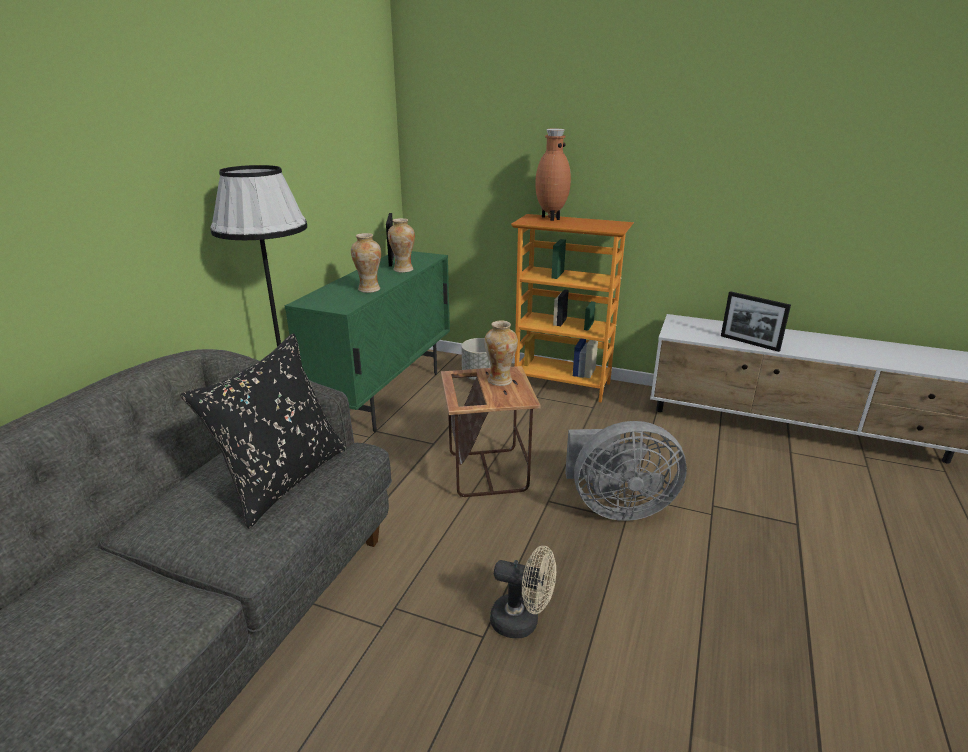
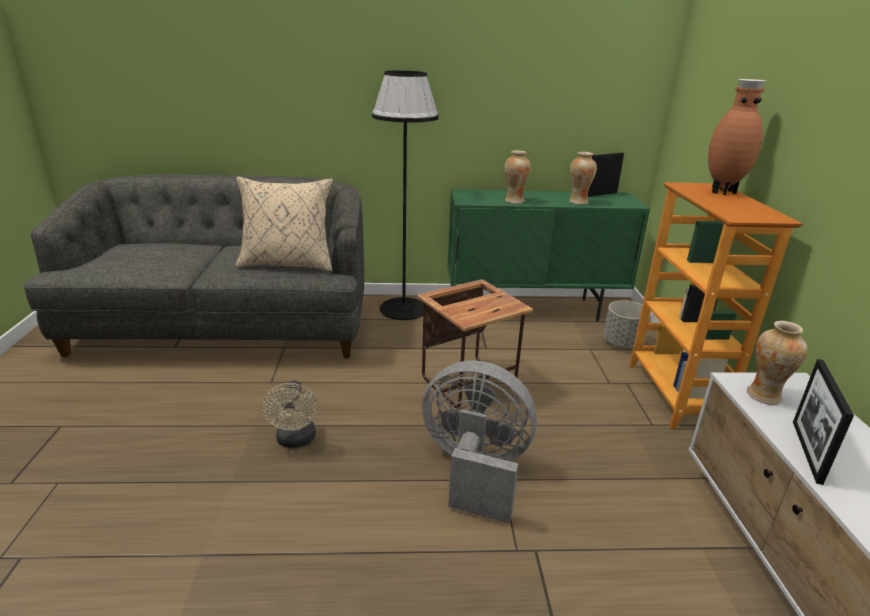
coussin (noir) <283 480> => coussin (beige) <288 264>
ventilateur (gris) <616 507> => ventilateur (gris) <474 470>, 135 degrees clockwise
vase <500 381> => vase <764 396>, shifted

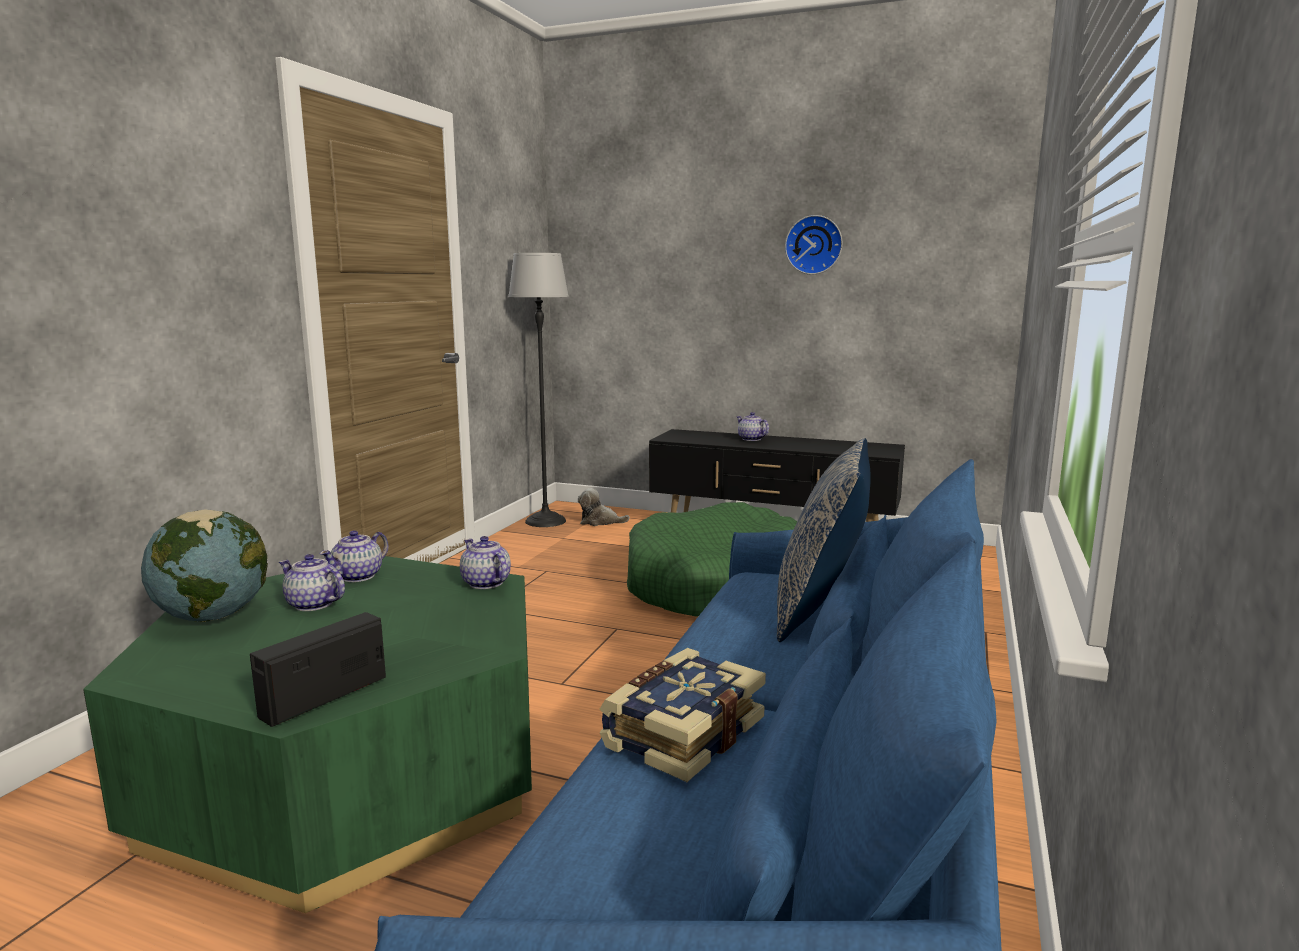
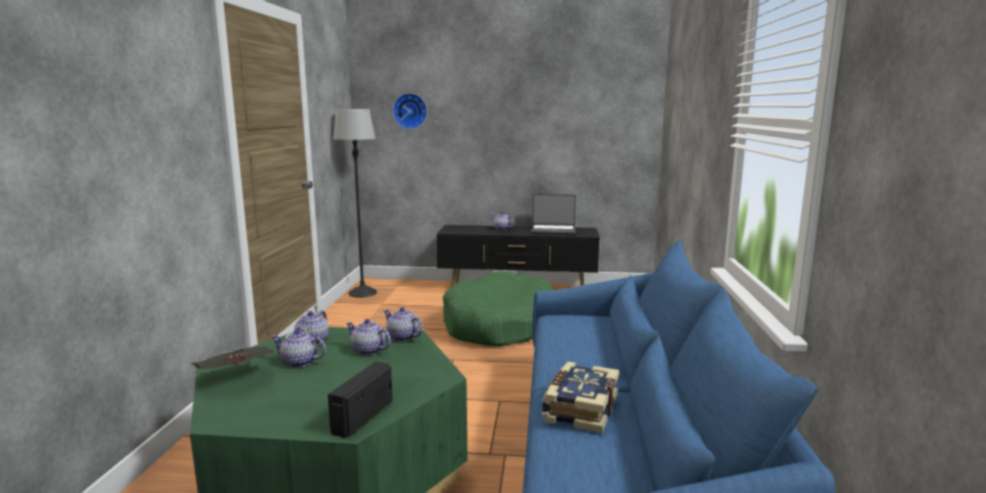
globe <213 616> => journal <235 378>
nothing => théière <368 350>
horloge murale <814 245> => horloge murale <410 111>, shifted
nothing => ordinateur portable <553 231>
peluche <600 522> => nothing
coussin <820 610> => nothing

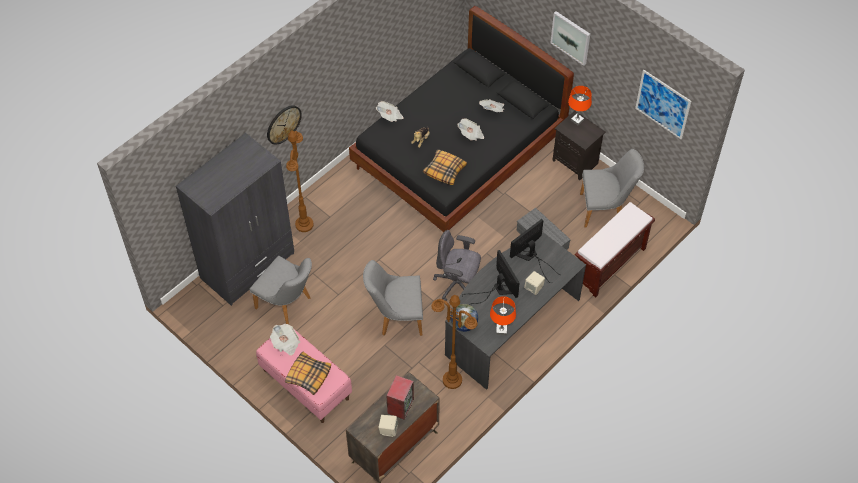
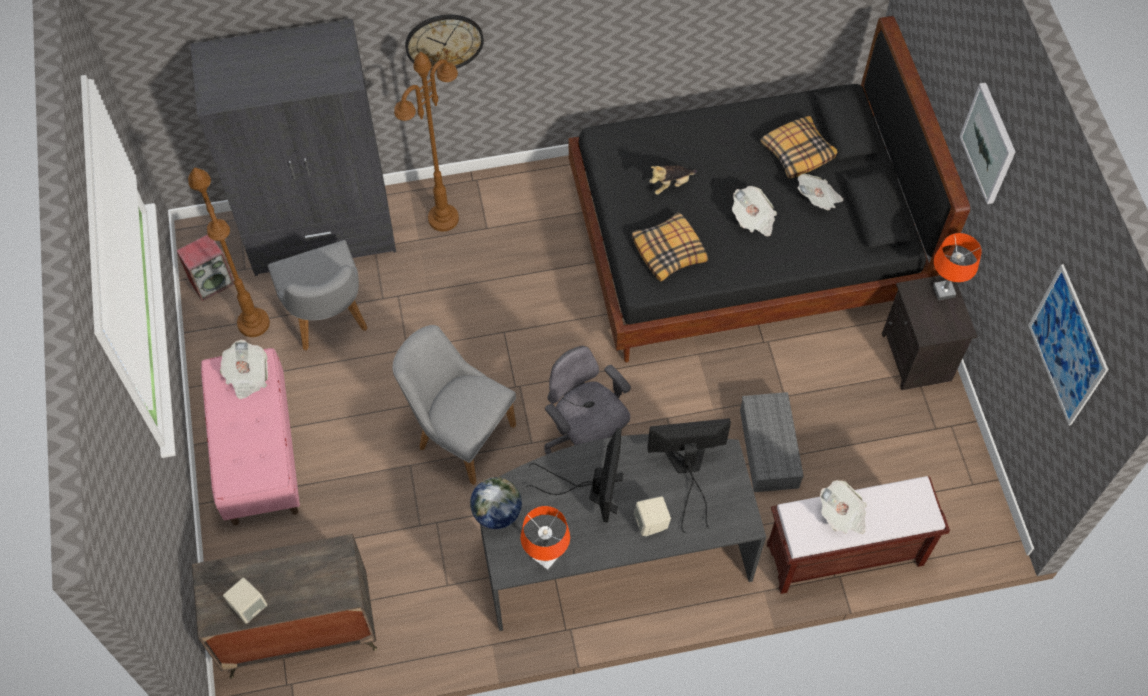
enceinte <400 406> => enceinte <212 282>, shifted
lampadaire (marron) <452 380> => lampadaire (marron) <253 323>, shifted
coussin <308 375> => coussin <797 152>, shifted
journal <390 116> => journal <842 515>, shifted
chaise (gris) <605 209> => nothing

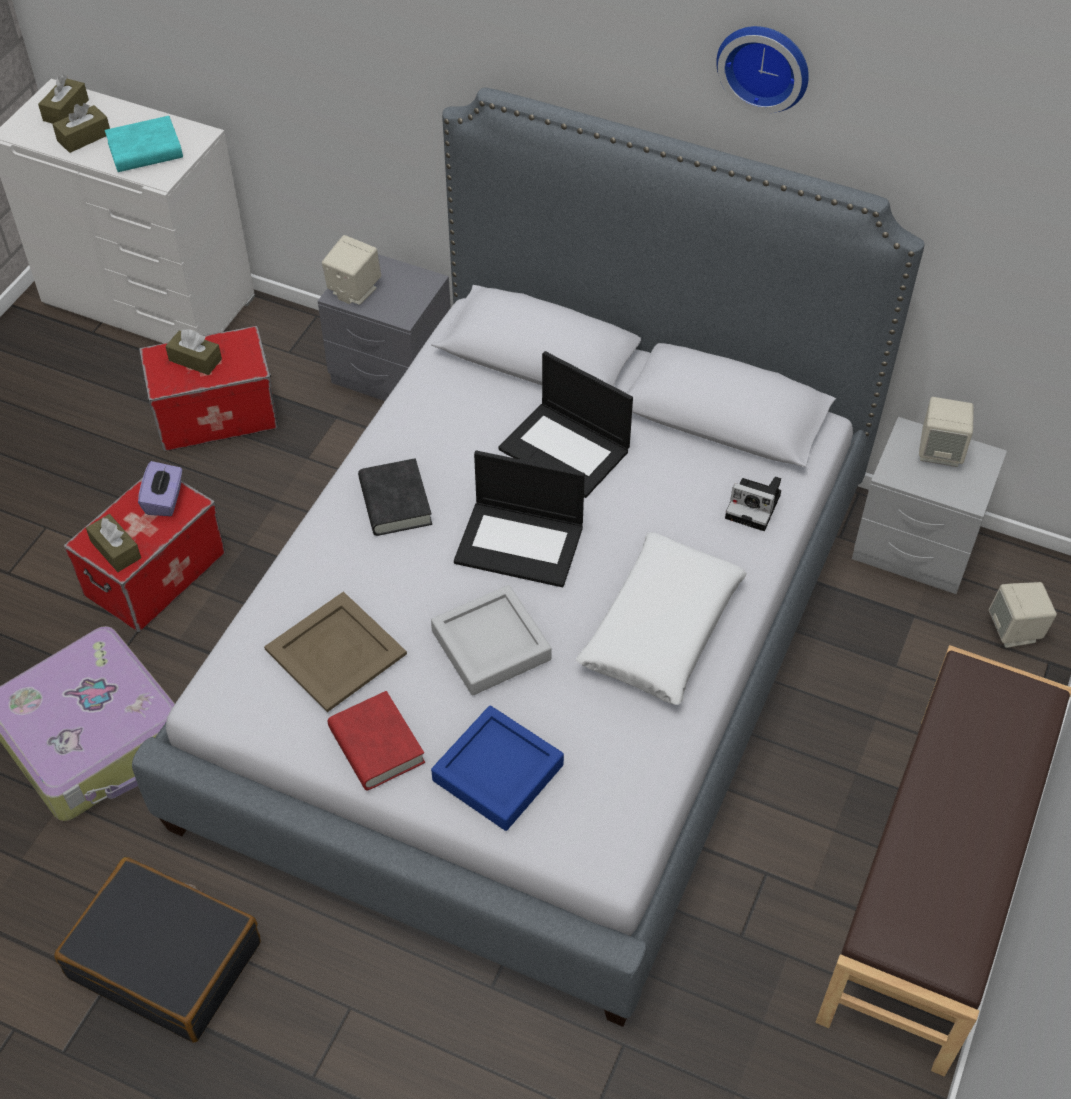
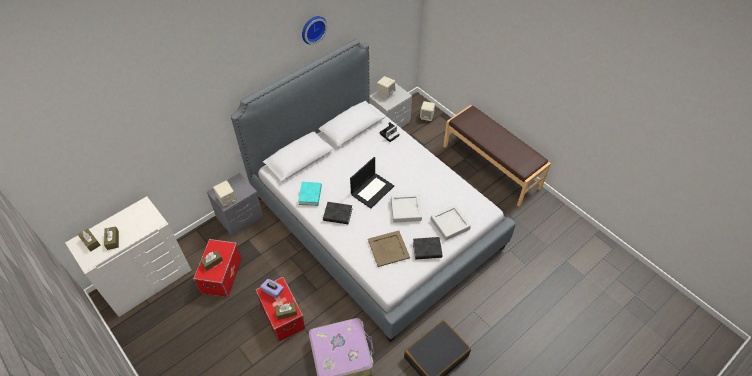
livre (turquoise) <145 151> => livre (turquoise) <310 195>, shifted
livre (rouge) <376 745> => livre (noir) <427 250>
plateau (bleu) <498 773> => plateau (gris) <450 224>
ordinateur portable <566 450> => nothing
coussin (blanc) <661 628> => nothing

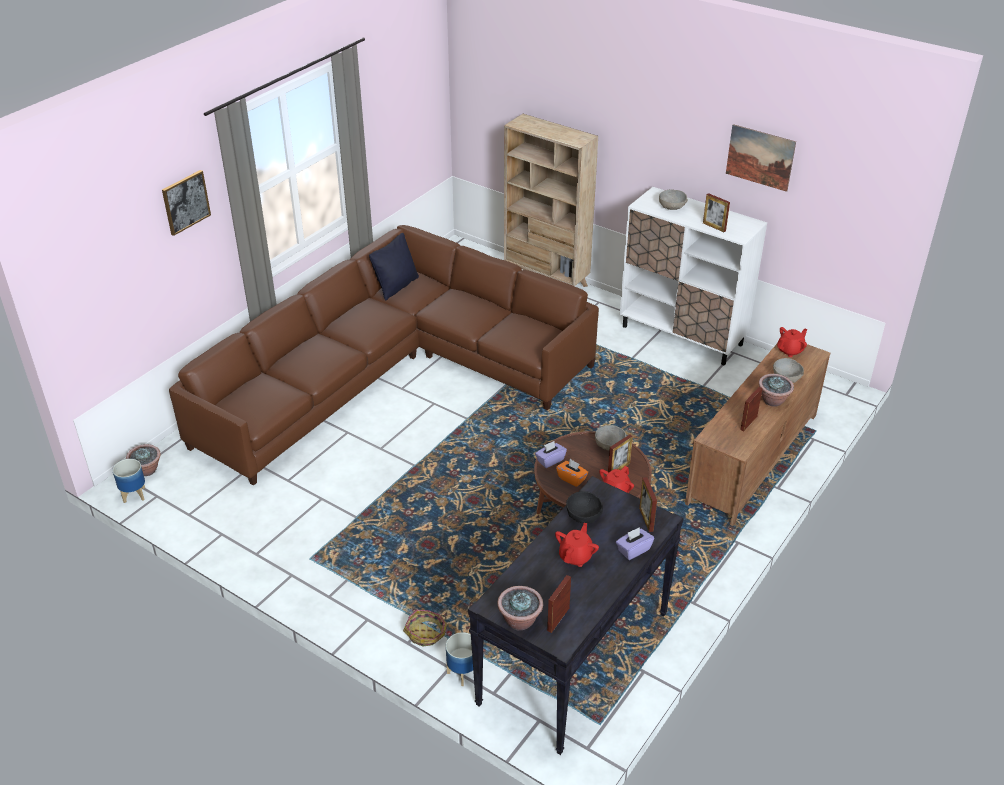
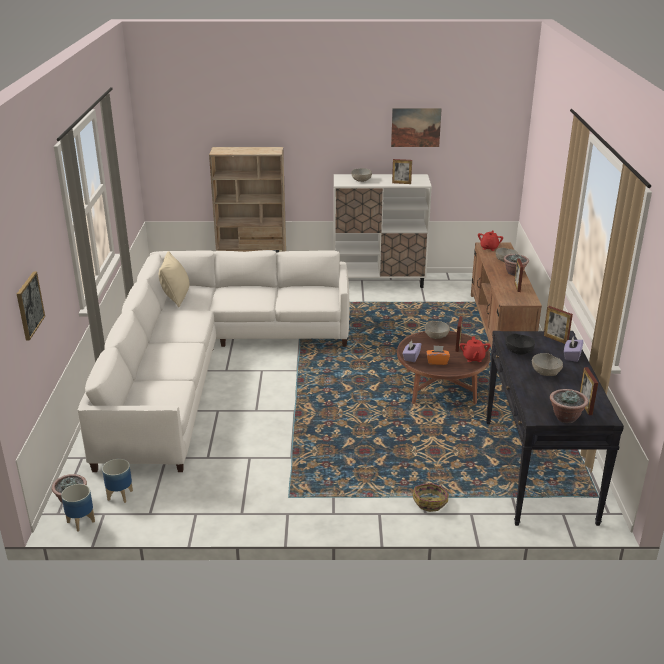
tableau <185 202> => tableau <29 305>, shifted
canapé (marron) <392 372> => canapé (blanc) <207 364>
cache-pot <462 672> => cache-pot <119 495>, shifted
coussin (noir) <396 286> => coussin (beige) <176 297>
théière (rouge) <576 556> => bol (gris) <546 372>

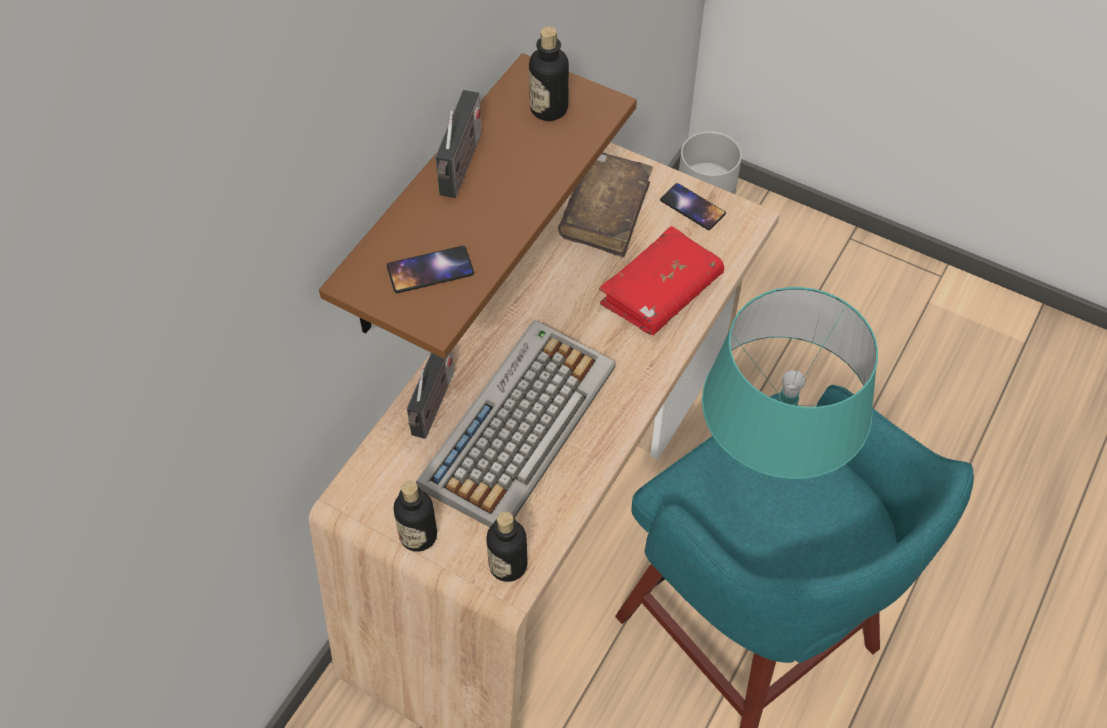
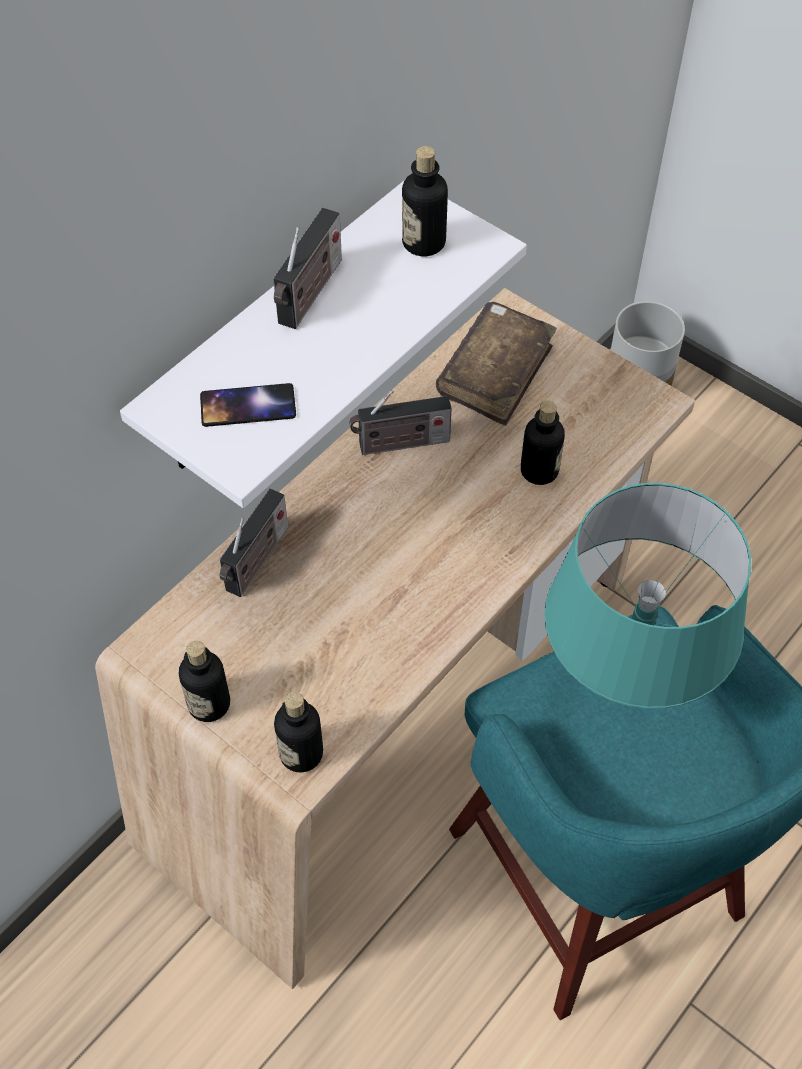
étagère (marron) <431 203> => étagère (blanc) <278 333>
nothing => radio <400 444>
livre (rouge) <660 292> => bouteille <539 471>
clavier <518 423> => nothing
téléphone <692 207> => nothing

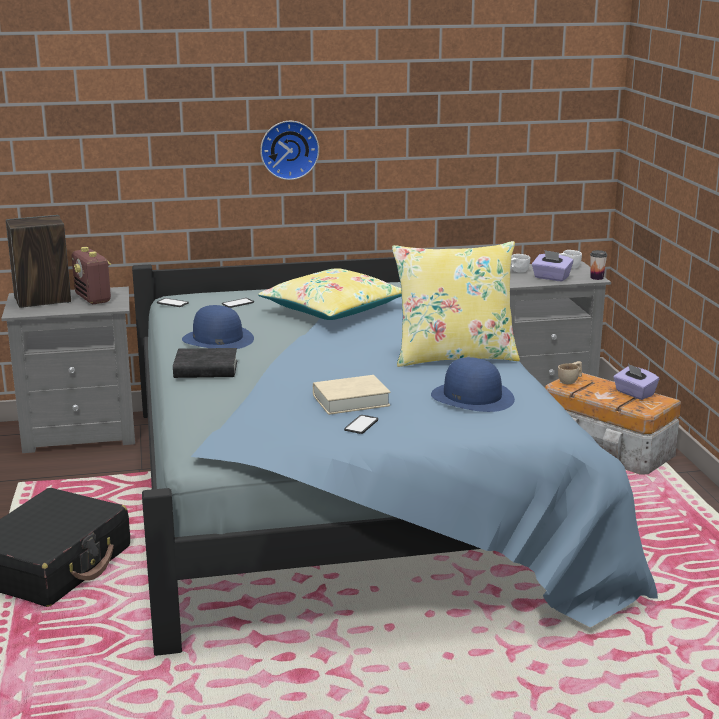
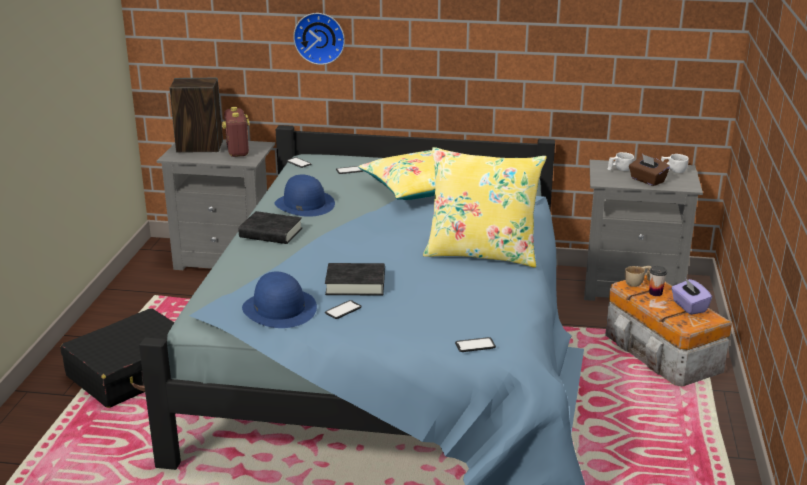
chapeau (bleu) <472 397> => chapeau (bleu) <280 309>, shifted
horloge murale <289 149> => horloge murale <320 37>, shifted
livre (beige) <351 400> => livre (noir) <355 284>
nothing => téléphone <475 345>
boîte à mouchoirs (violet) <551 278> => boîte à mouchoirs (marron) <647 180>
tasse <596 278> => tasse <655 293>, shifted

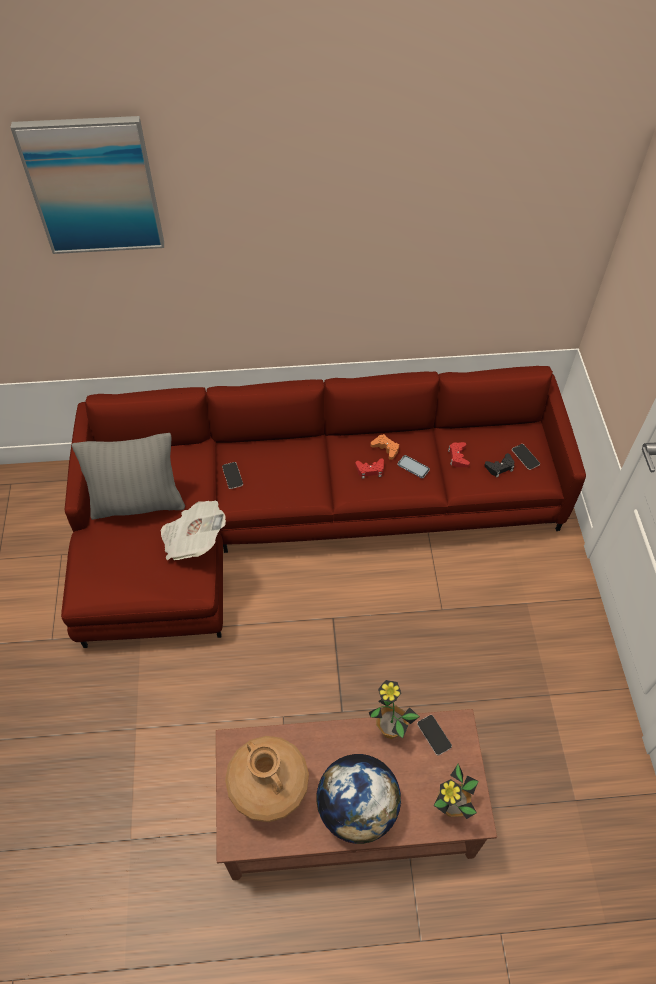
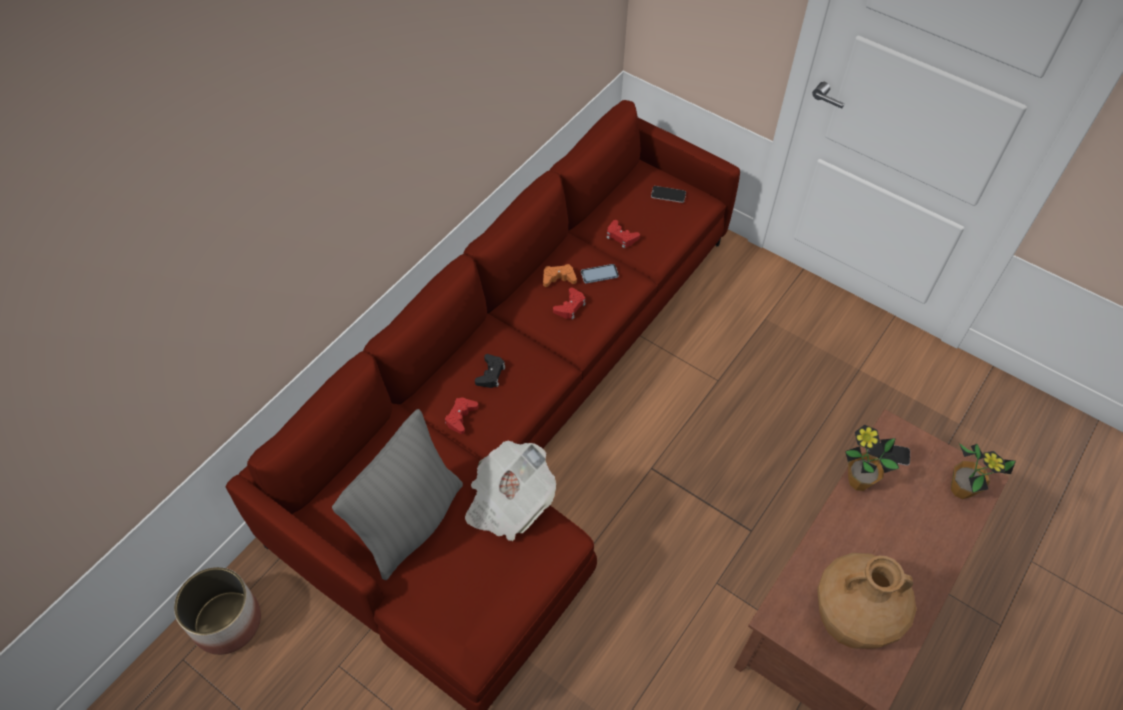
nothing => cache-pot <227 621>
téléphone <232 475> => manette (rouge) <461 417>
manette (noir) <500 467> => manette (noir) <490 374>, shifted
tableau <93 186> => nothing
globe <357 809> => nothing

